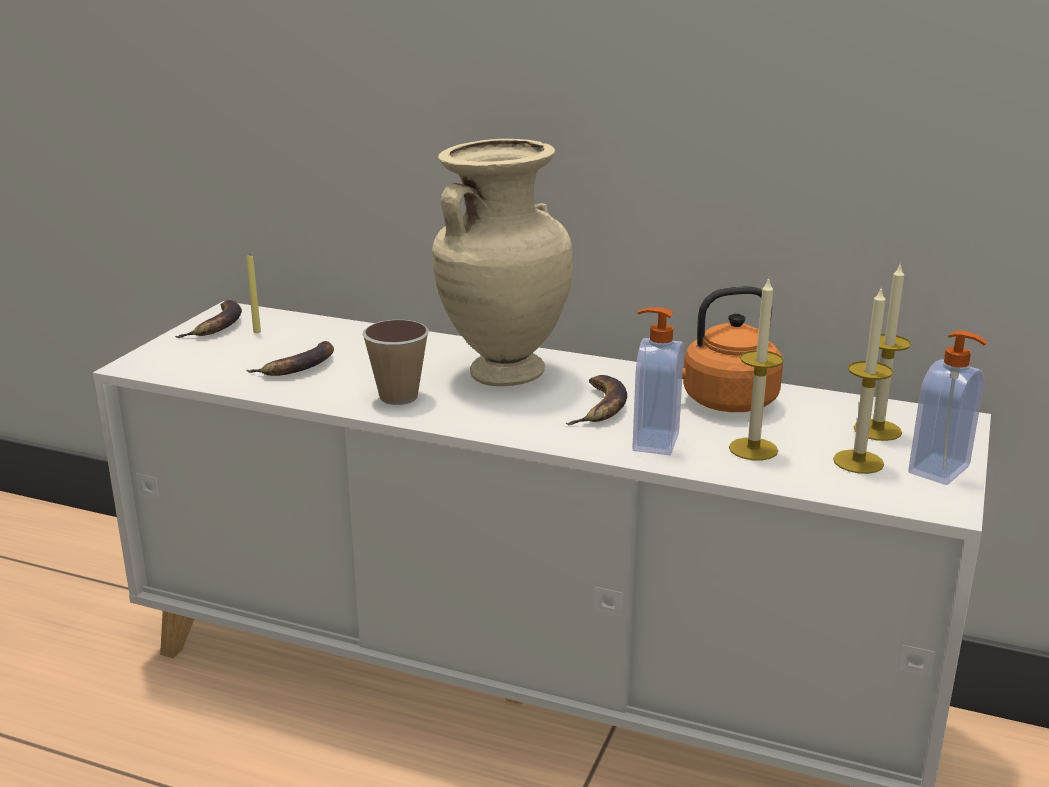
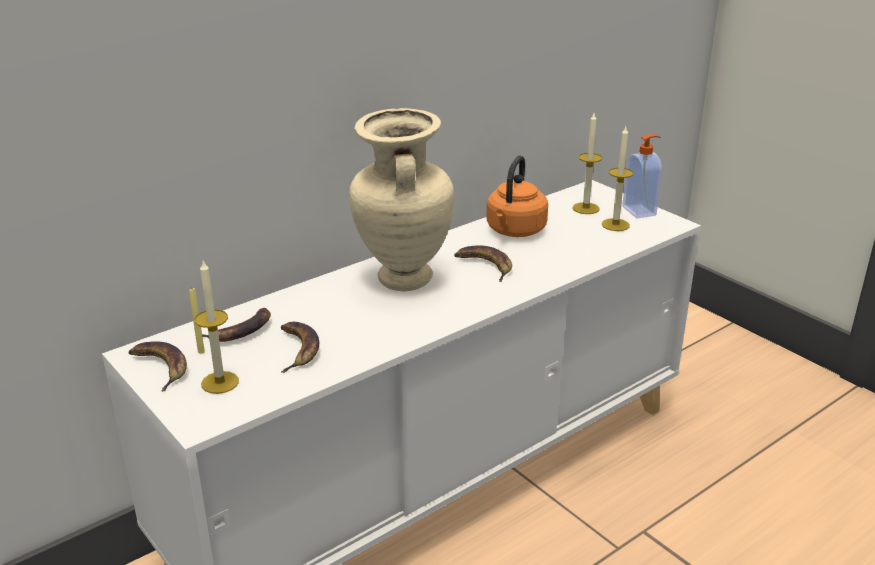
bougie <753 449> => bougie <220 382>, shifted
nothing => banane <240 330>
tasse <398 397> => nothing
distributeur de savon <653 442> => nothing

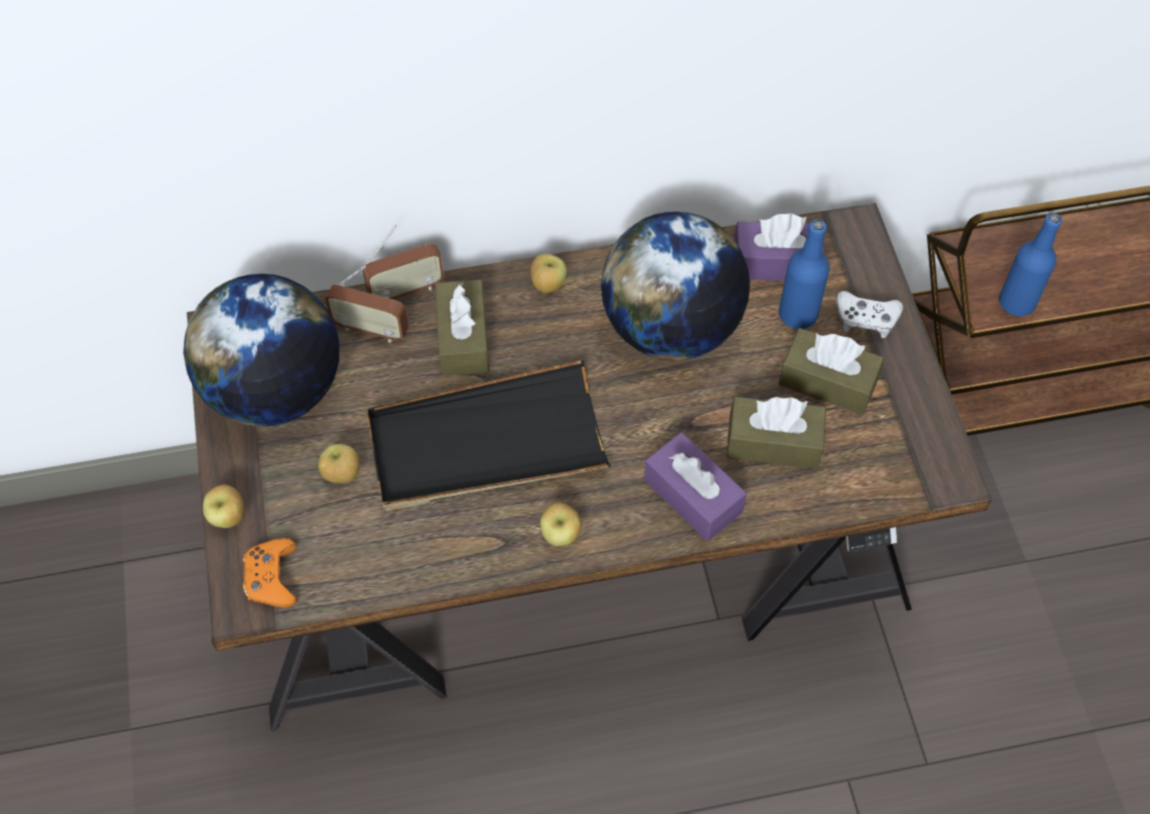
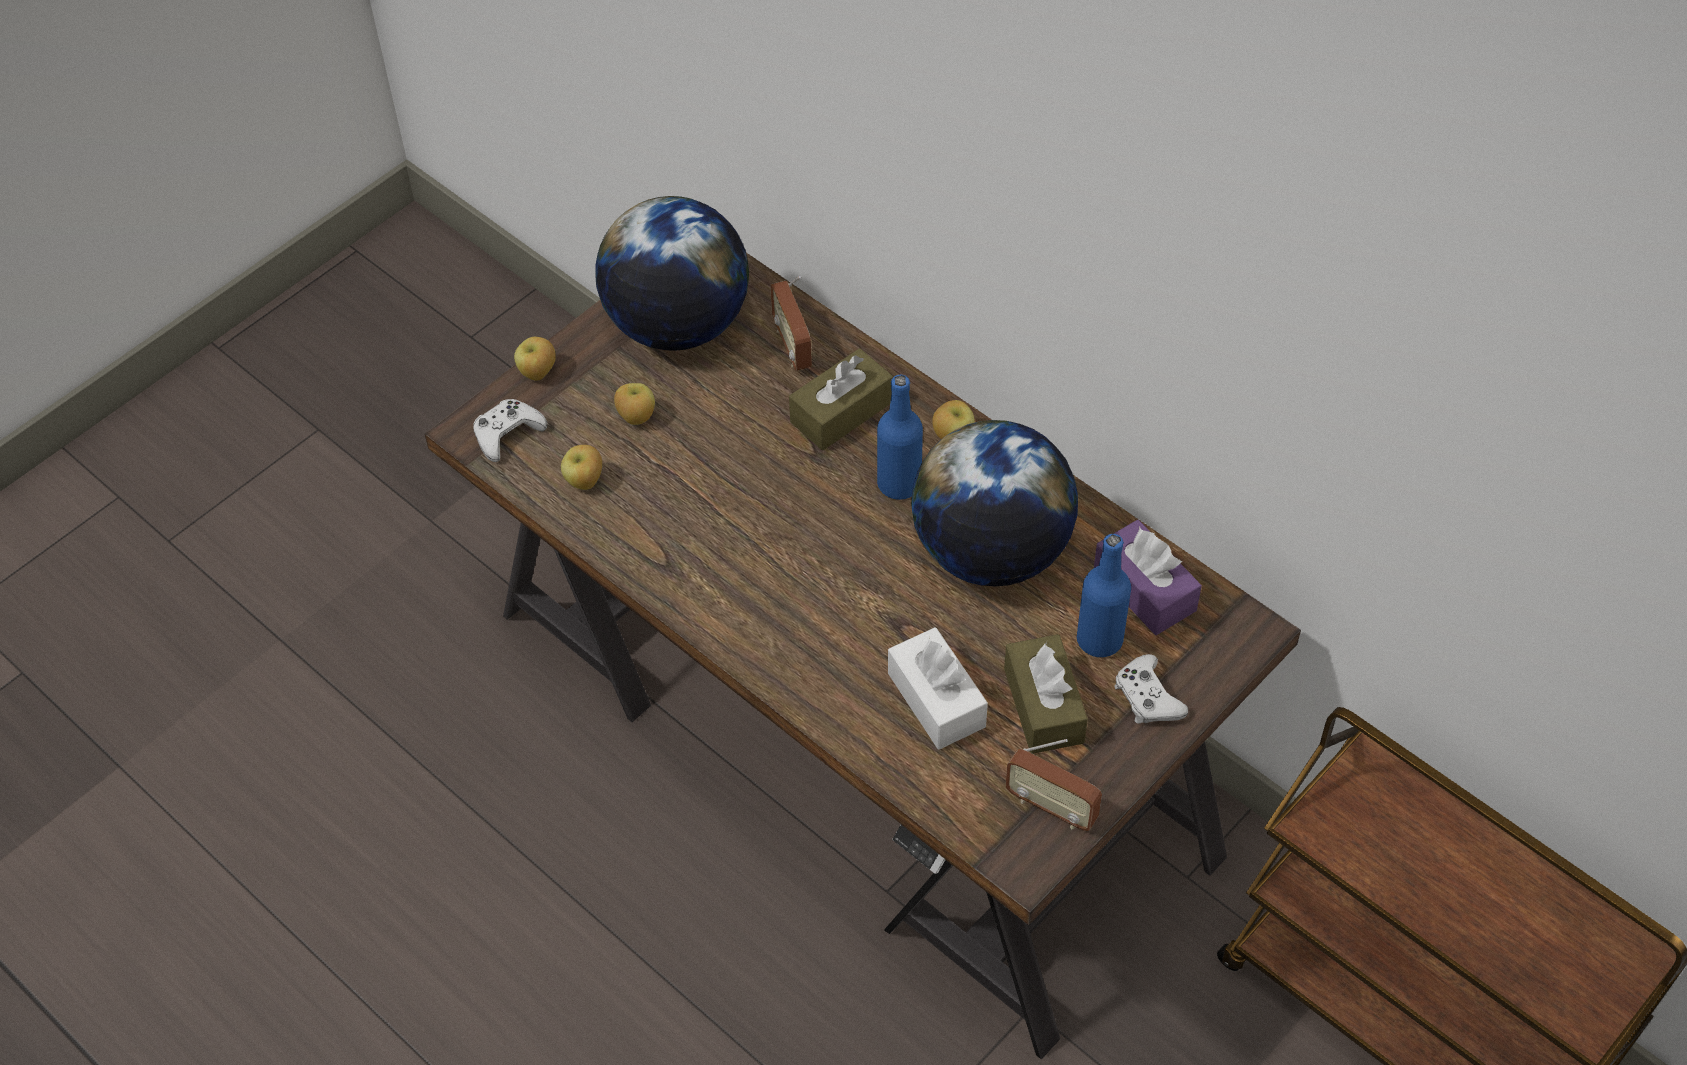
manette (orange) <272 577> => manette (blanc) <507 434>
pomme <561 535> => pomme <585 481>, shifted
bouteille (bleu) <1016 303> => bouteille (bleu) <899 484>, shifted
boîte à mouchoirs (marron) <773 442> => boîte à mouchoirs (blanc) <936 700>
radio <406 290> => radio <1051 807>, shifted
plateau (noir) <486 443> => nothing
boîte à mouchoirs (violet) <693 496> => nothing

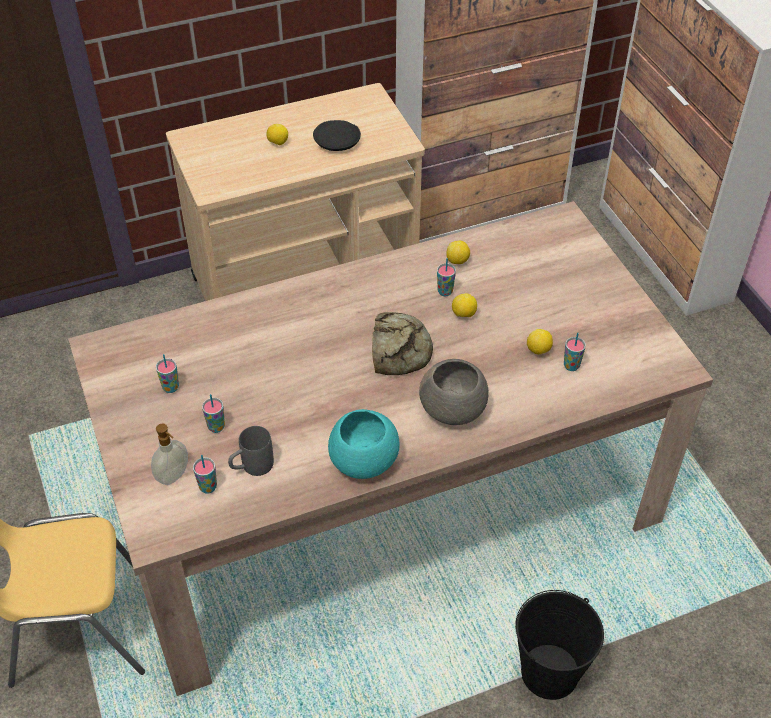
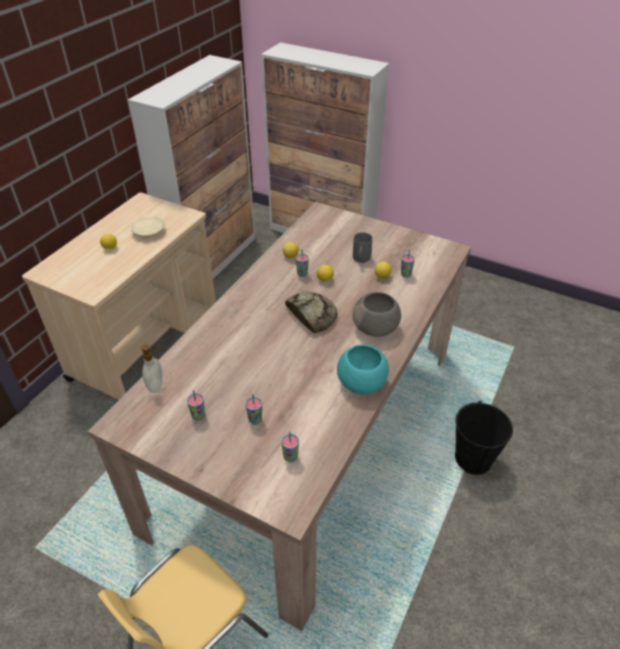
assiette (noir) <337 142> => assiette (beige) <149 231>
distributeur de savon <174 476> => distributeur de savon <156 385>, shifted
mug (gris) <251 467> => mug (gris) <360 260>, shifted

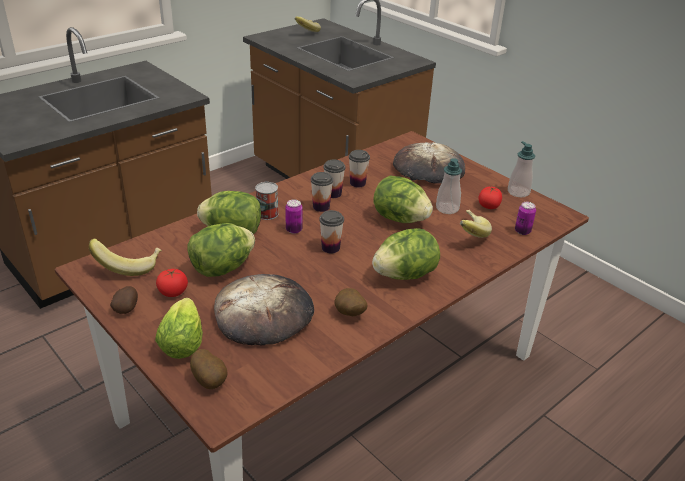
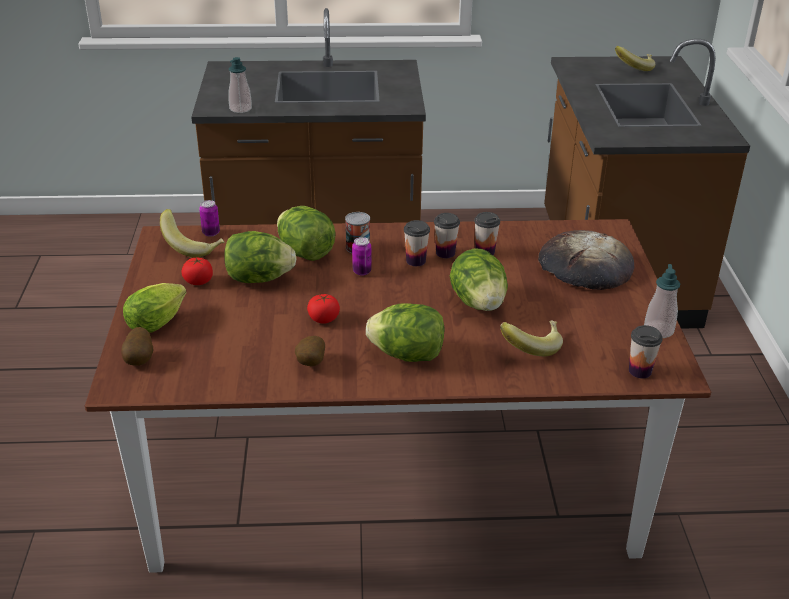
boîte métallique <522 231> => boîte métallique <211 233>, shifted
distributeur de savon <447 208> => distributeur de savon <240 109>, shifted
tomate <488 206> => tomate <323 319>, shifted
tasse <330 248> => tasse <640 371>, shifted
pomme de terre <127 308> => nothing
pain <264 314> => nothing

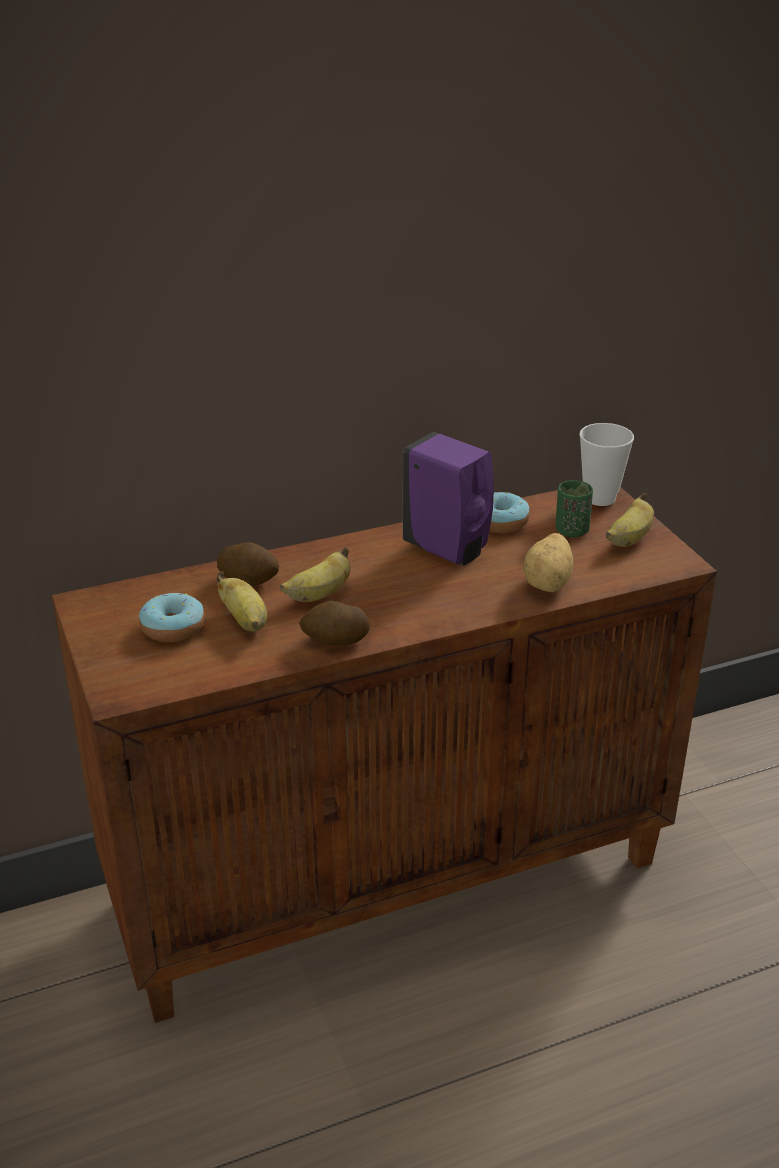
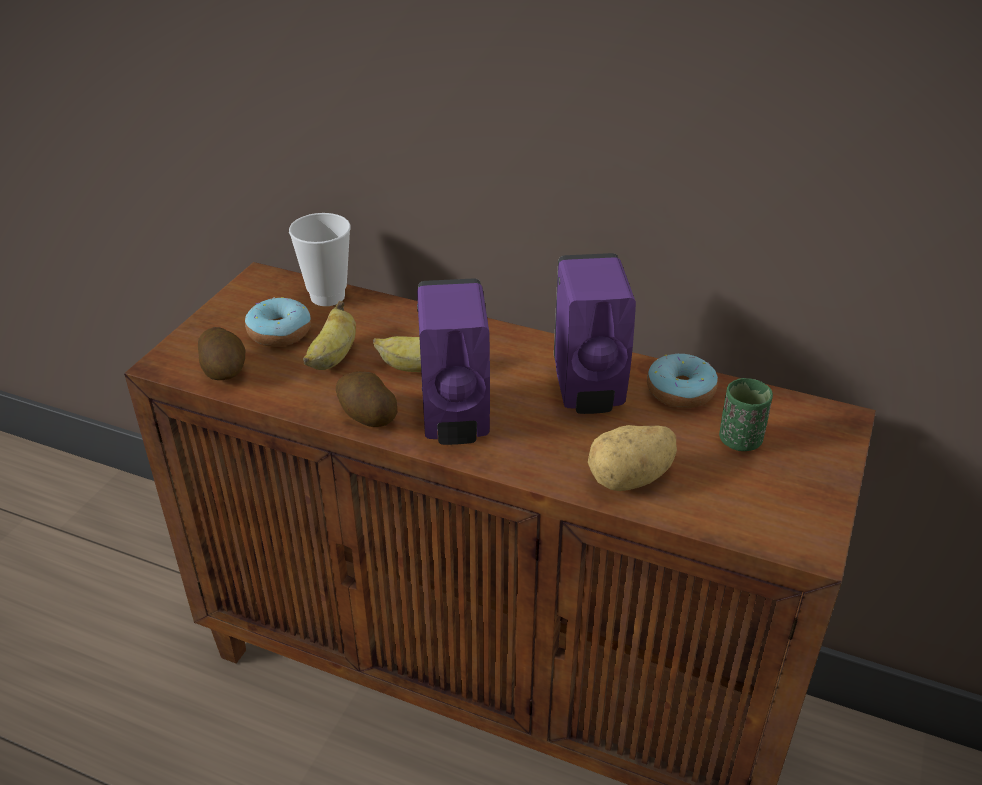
pomme de terre <249 579> => pomme de terre <225 371>, shifted
tasse <600 498> => tasse <327 296>, shifted
nothing => distributeur de savon (violet) <455 420>
banane <629 539> => nothing

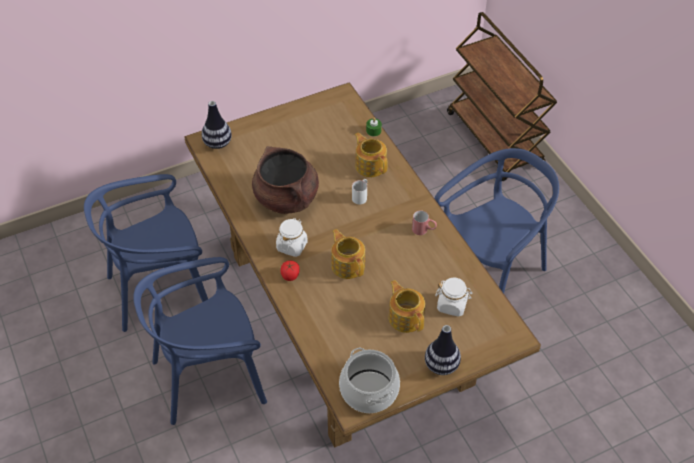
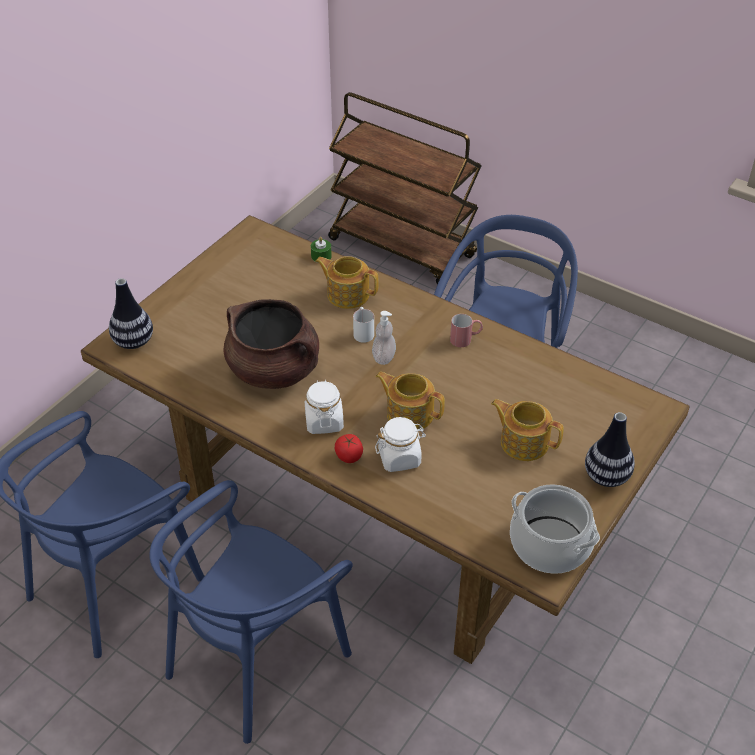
nothing => distributeur de savon <384 357>
bocal (blanc) <452 305> => bocal (blanc) <399 458>, shifted

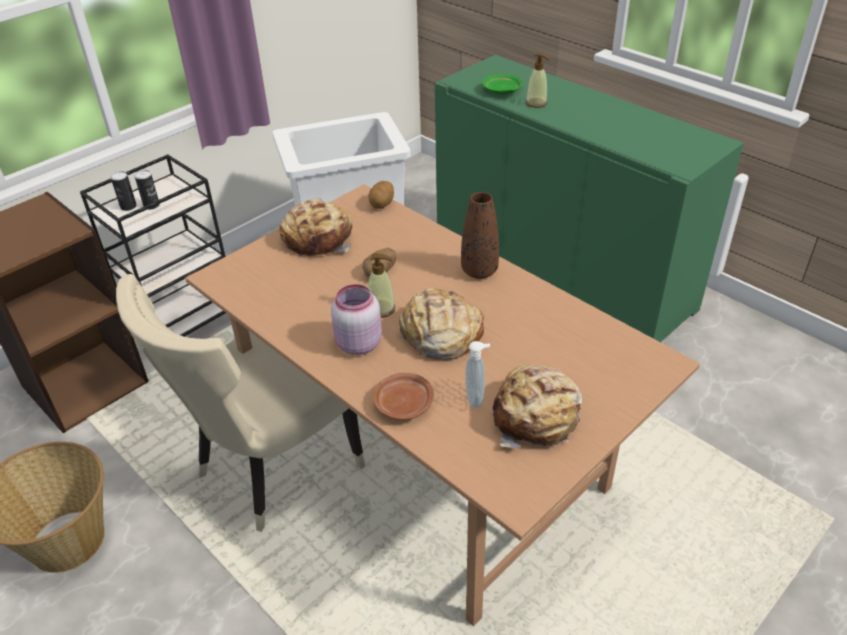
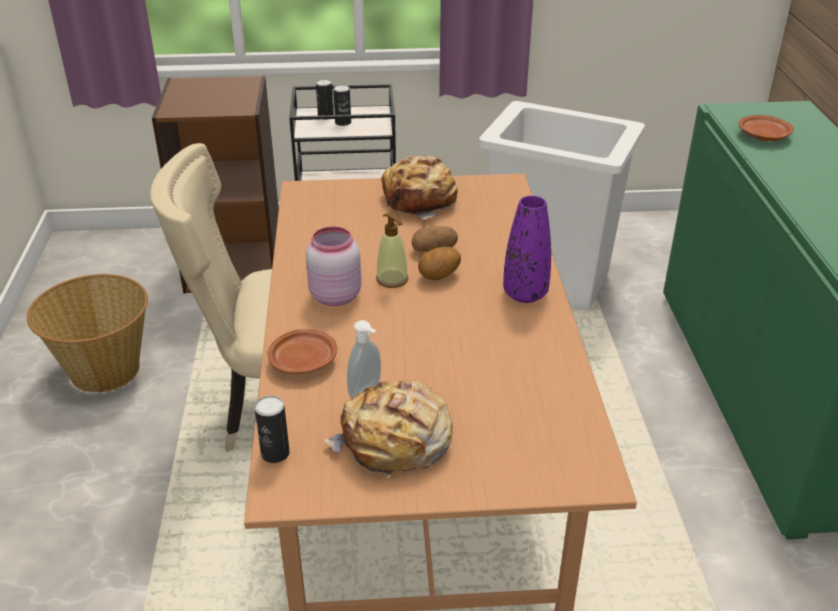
nothing => boîte métallique <275 453>
pomme de terre <382 204> => pomme de terre <439 276>, shifted
vase (marron) <479 271> => vase (violet) <525 294>
assiette (vert) <501 90> => assiette (marron) <762 136>
pain <440 335> => nothing
distributeur de savon <536 103> => nothing

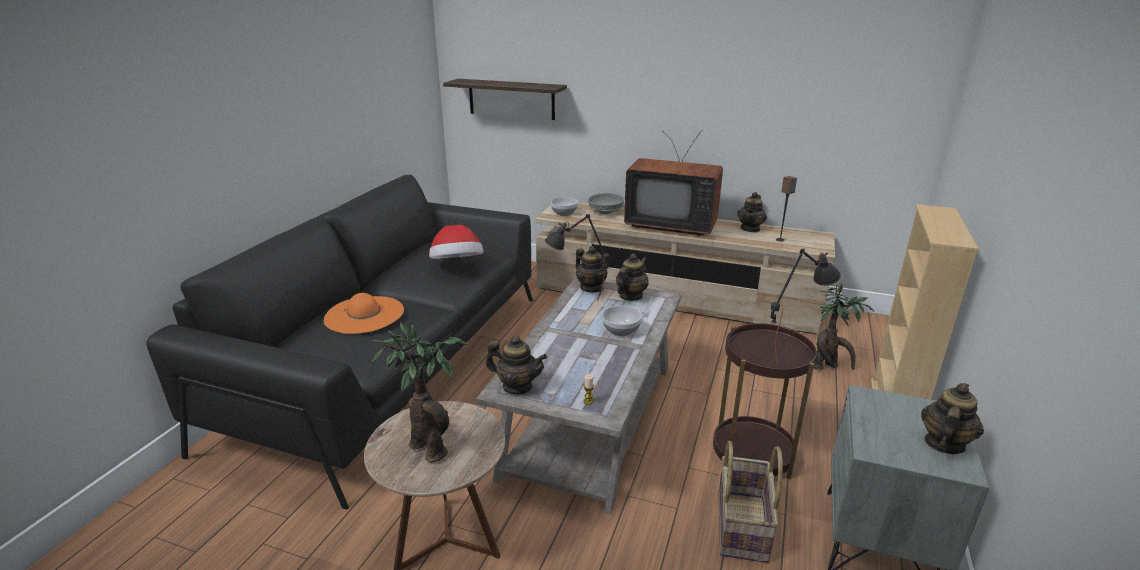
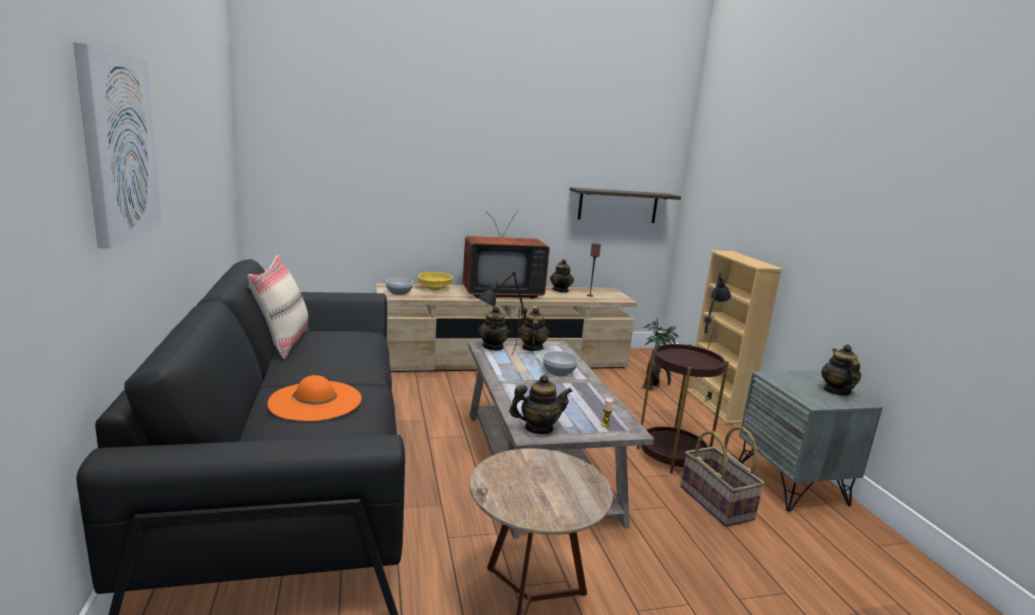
nothing => tableau <118 146>
nothing => coussin (beige) <282 342>
bol (gris) <605 212> => bol (jaune) <434 288>
théière <591 288> => théière <493 347>, 75 degrees clockwise
étagère <511 99> => étagère <618 205>, shifted
plante en pot <428 446> => nothing
chapeau <457 266> => nothing

